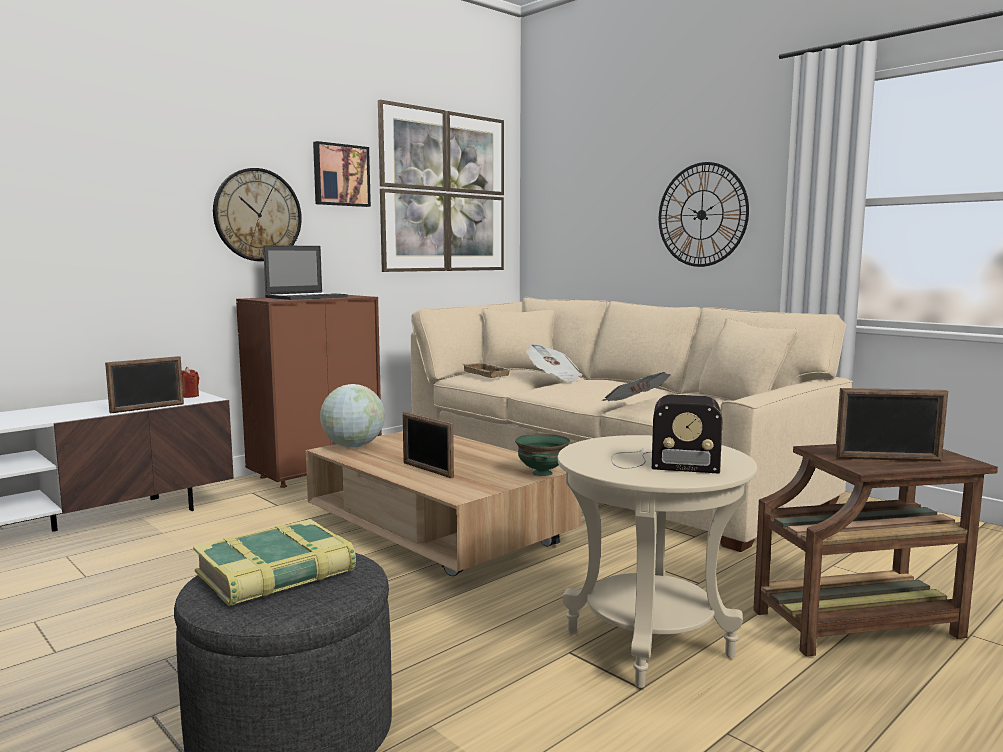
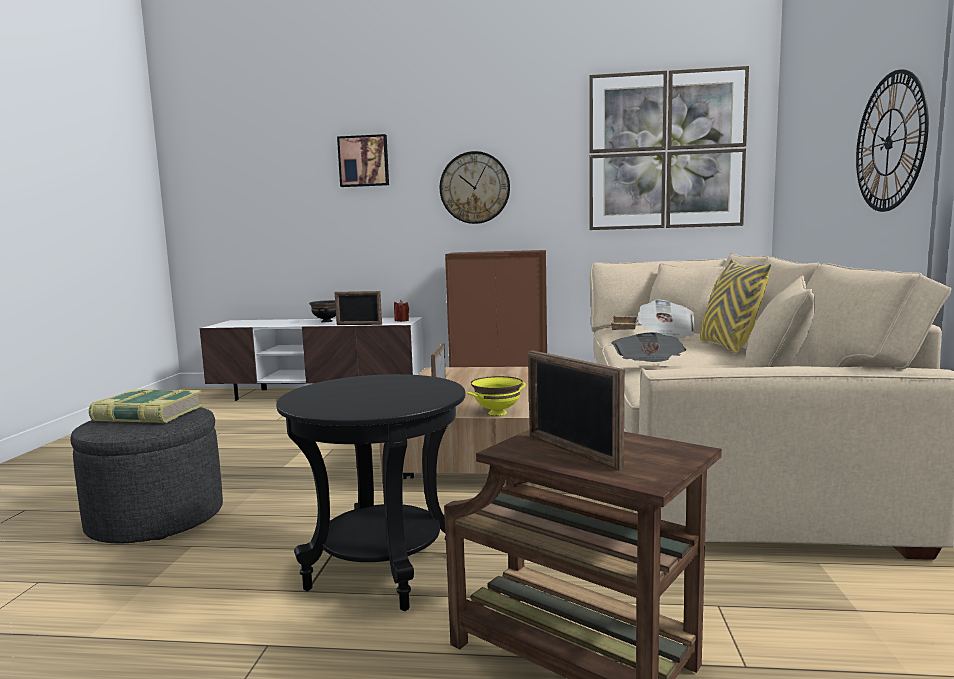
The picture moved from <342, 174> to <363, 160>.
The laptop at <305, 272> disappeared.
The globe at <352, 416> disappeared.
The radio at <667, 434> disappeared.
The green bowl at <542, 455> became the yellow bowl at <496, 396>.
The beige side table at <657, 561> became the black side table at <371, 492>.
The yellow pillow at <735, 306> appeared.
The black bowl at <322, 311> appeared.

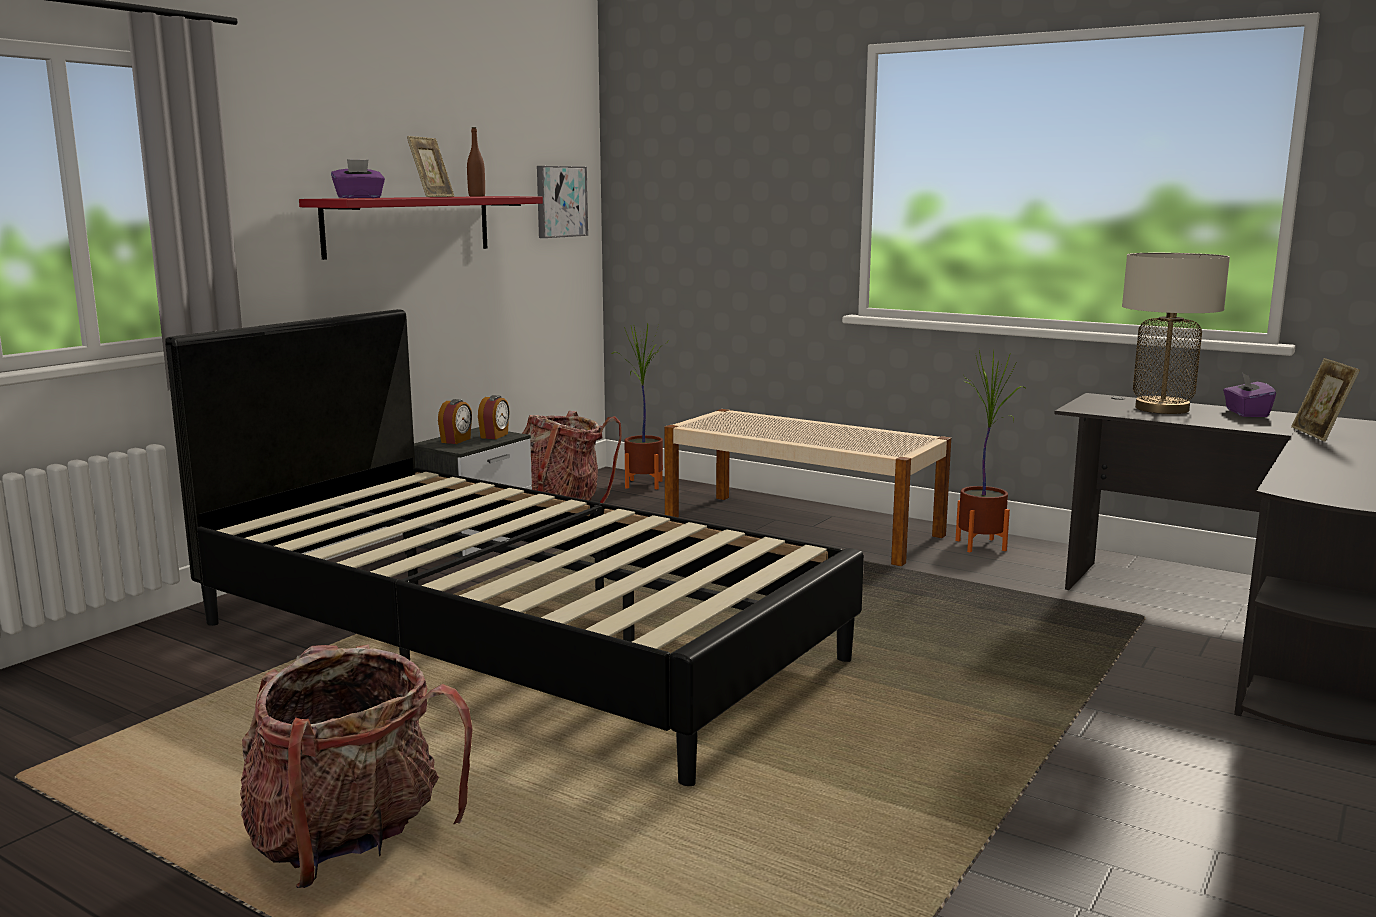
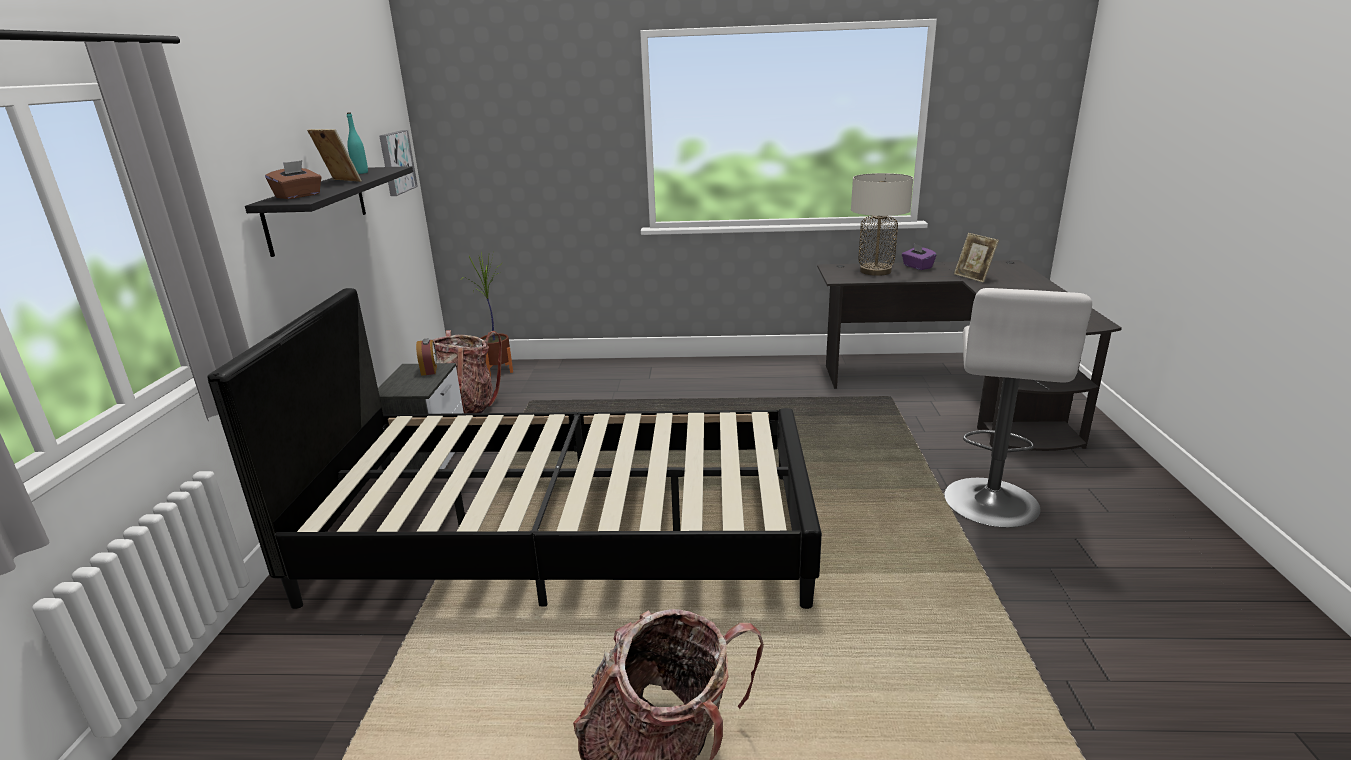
The brown bottle at <476, 161> became the turquoise bottle at <357, 143>.
The picture frame at <430, 166> turned 45 degrees counterclockwise.
The purple tissue box at <358, 178> became the brown tissue box at <293, 179>.
The red shelf at <421, 228> became the black shelf at <329, 211>.
The potted plant at <990, 451> disappeared.
The alarm clock at <455, 421> disappeared.
The beige bench at <807, 487> disappeared.
The white stool at <1018, 408> appeared.

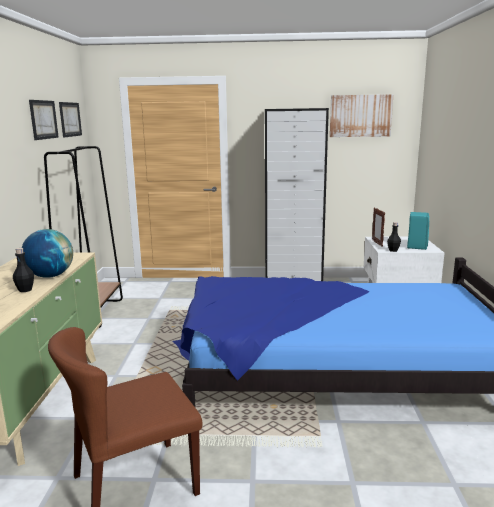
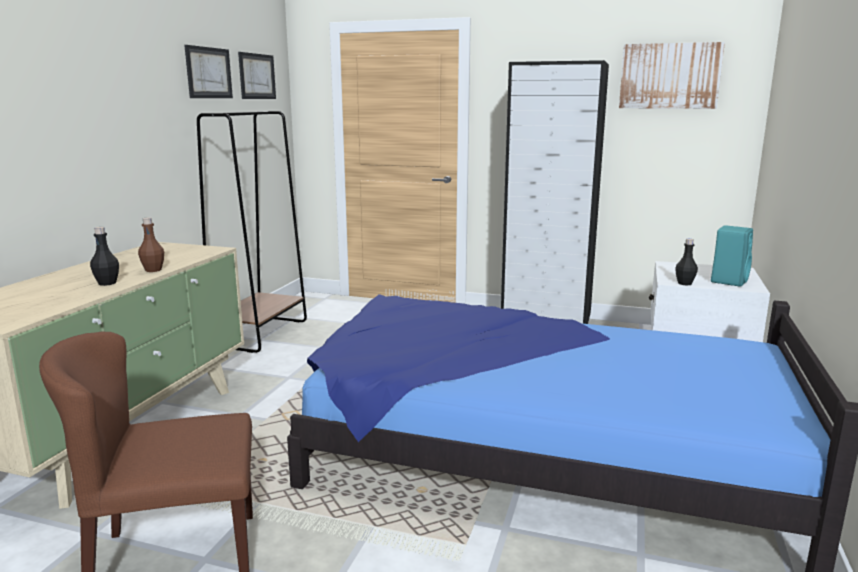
The picture frame at <378, 227> disappeared.
The globe at <47, 253> was replaced by the brown bottle at <151, 244>.

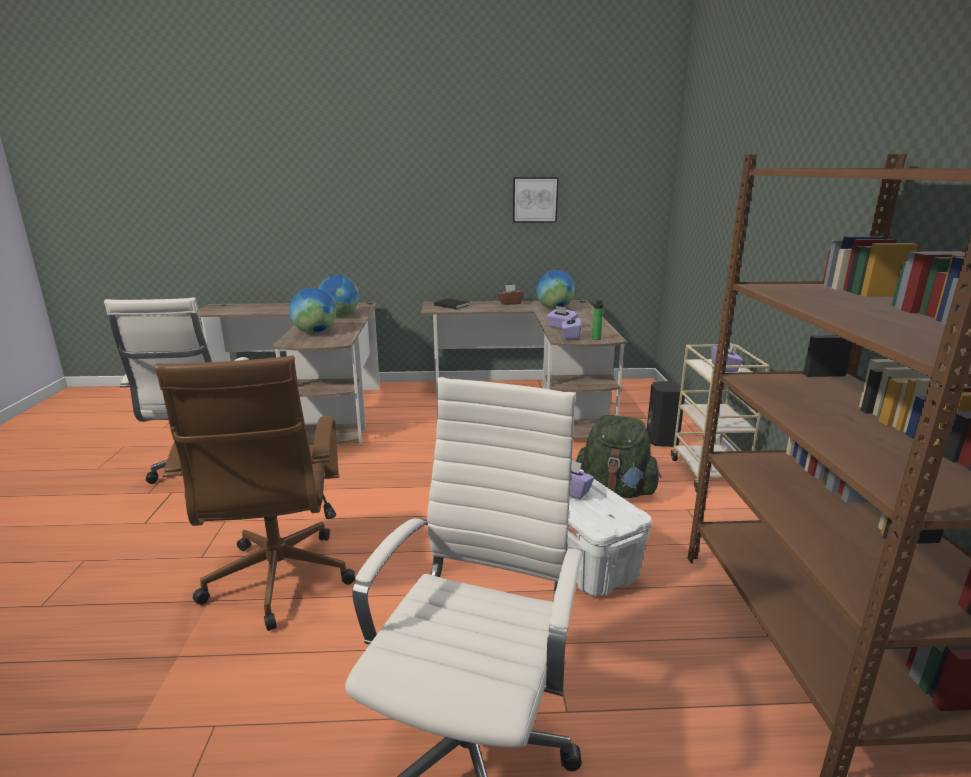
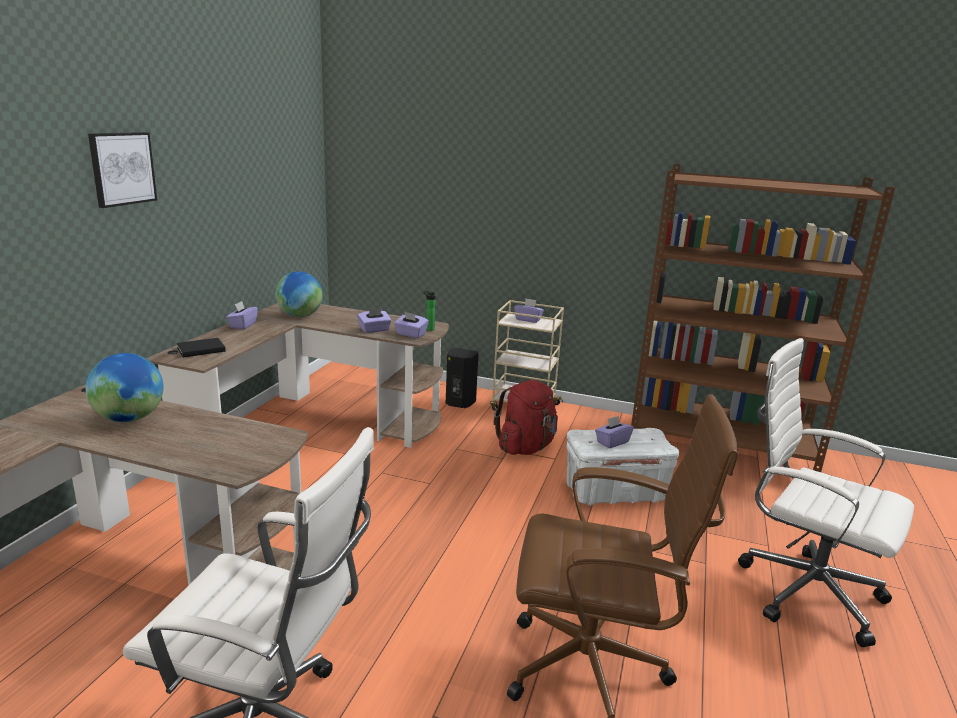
The picture moved from <536, 200> to <122, 170>.
The brown tissue box at <511, 295> became the purple tissue box at <242, 315>.
The globe at <312, 311> disappeared.
The green backpack at <619, 456> became the red backpack at <526, 417>.

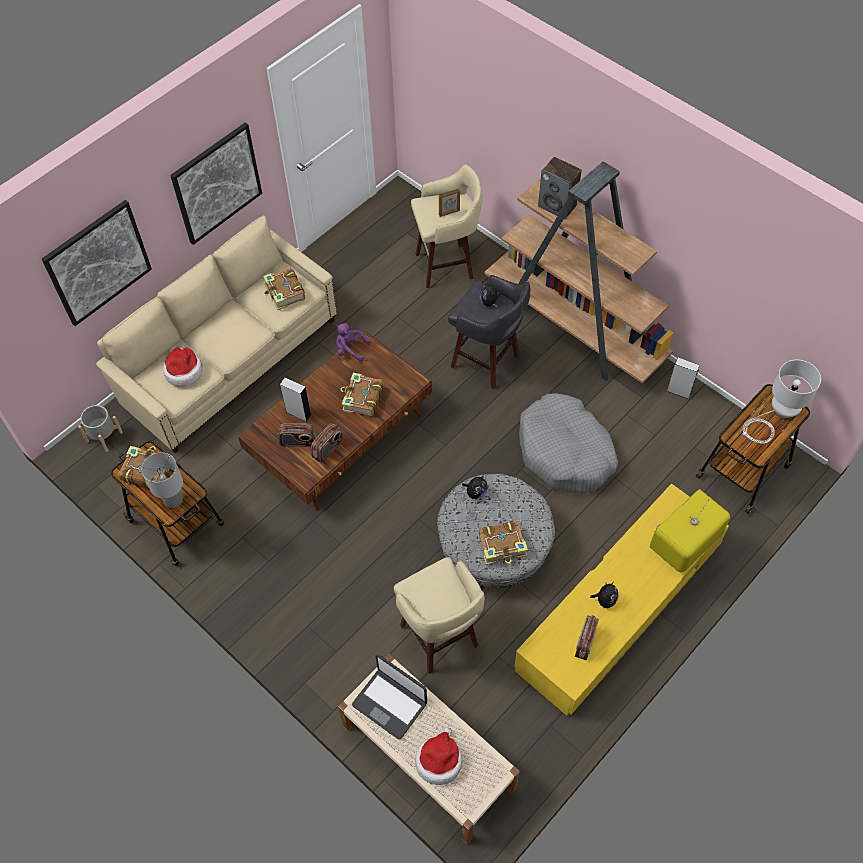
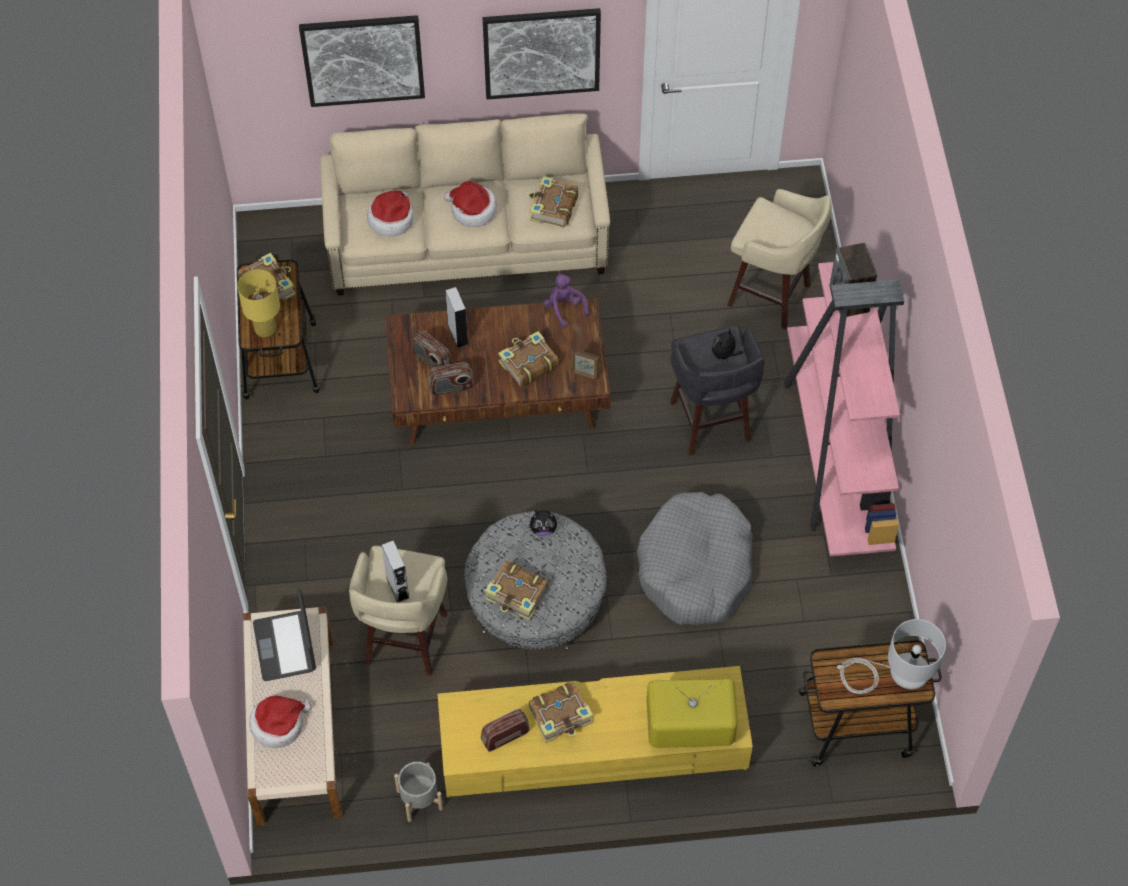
The brown bookcase at <578, 272> became the pink bookcase at <844, 409>.
The picture frame moved from <449, 203> to <585, 364>.
The grey speaker moved from <683, 378> to <395, 571>.
The grey planter moved from <100, 428> to <418, 792>.
The grey table lamp at <162, 480> became the yellow table lamp at <258, 303>.
The plush toy at <604, 595> was replaced by the book at <561, 712>.
The hat at <470, 204> appeared.

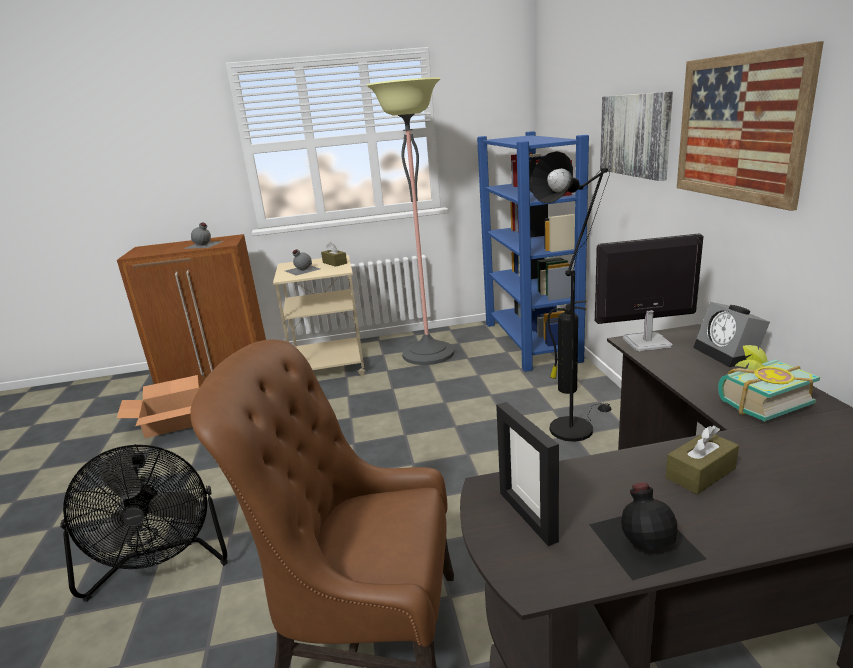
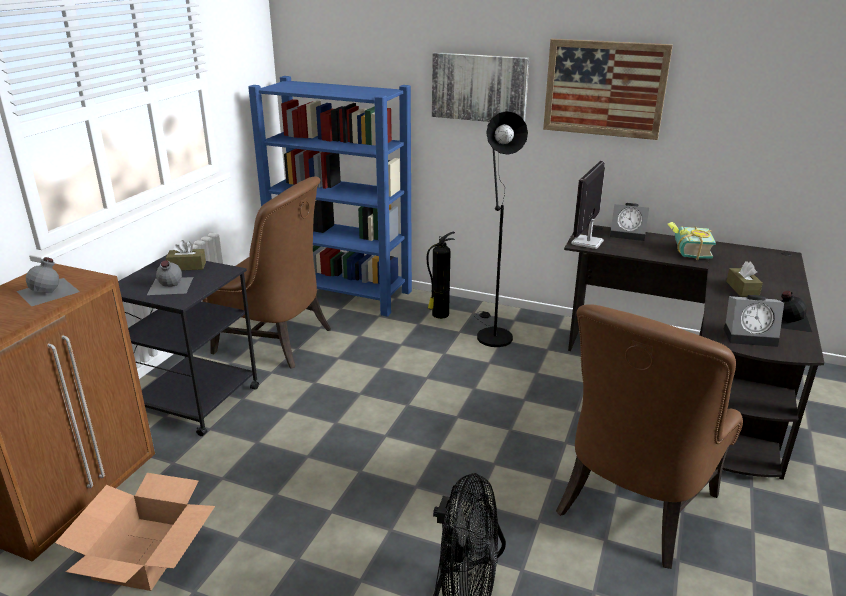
The floor lamp at <410, 221> was replaced by the brown chair at <266, 273>.
The beige cart at <319, 315> became the black cart at <188, 345>.
The picture frame at <527, 474> was replaced by the alarm clock at <754, 321>.

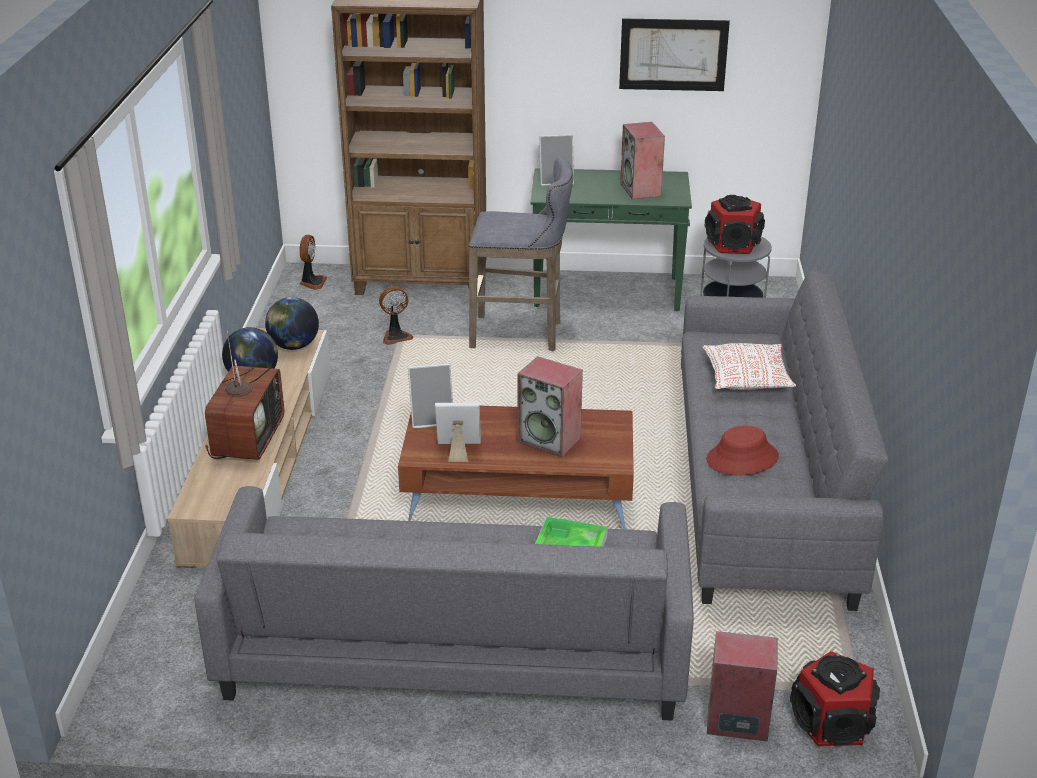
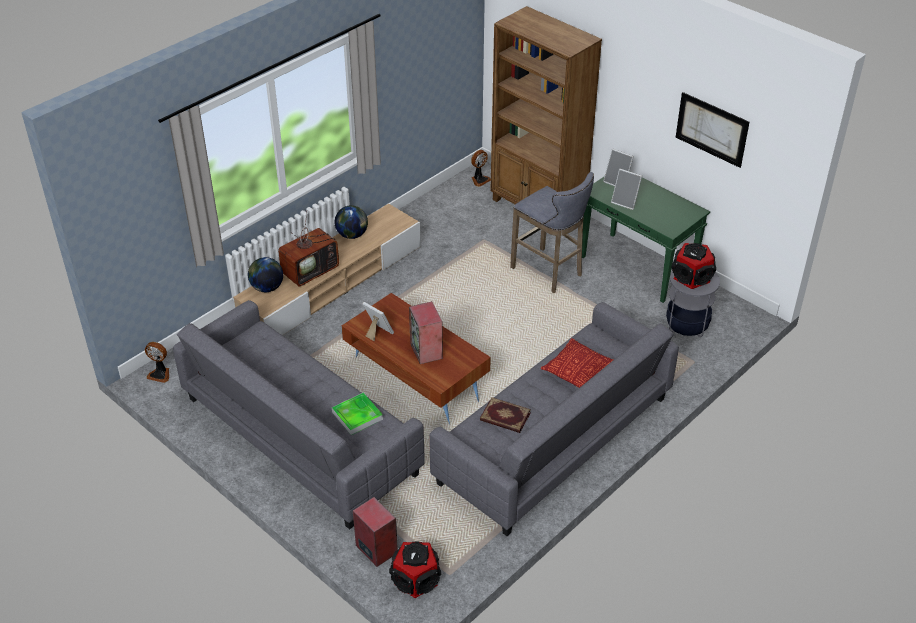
The speaker at <642, 160> disappeared.
The fan moved from <396, 315> to <157, 362>.
The globe moved from <292, 323> to <265, 274>.
The white pillow at <749, 366> became the red pillow at <577, 363>.
The picture frame moved from <430, 396> to <626, 189>.
The red hat at <742, 450> was replaced by the book at <505, 415>.

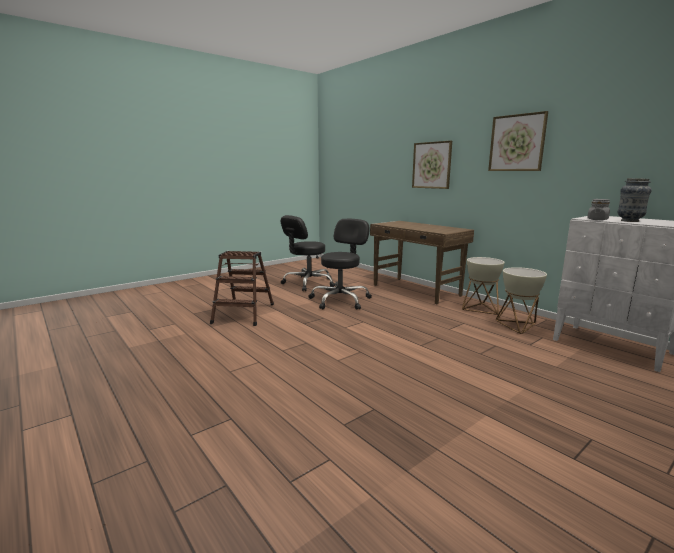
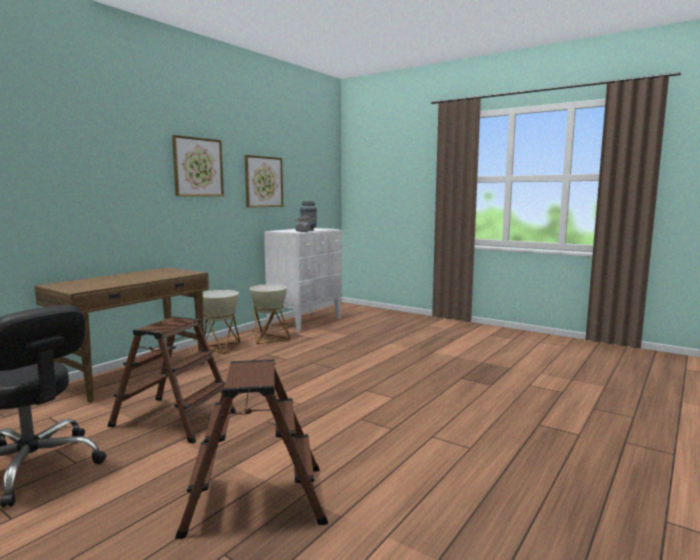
The picture moved from <432, 165> to <263, 181>.
The black office chair at <340, 264> was replaced by the brown step ladder at <171, 379>.

